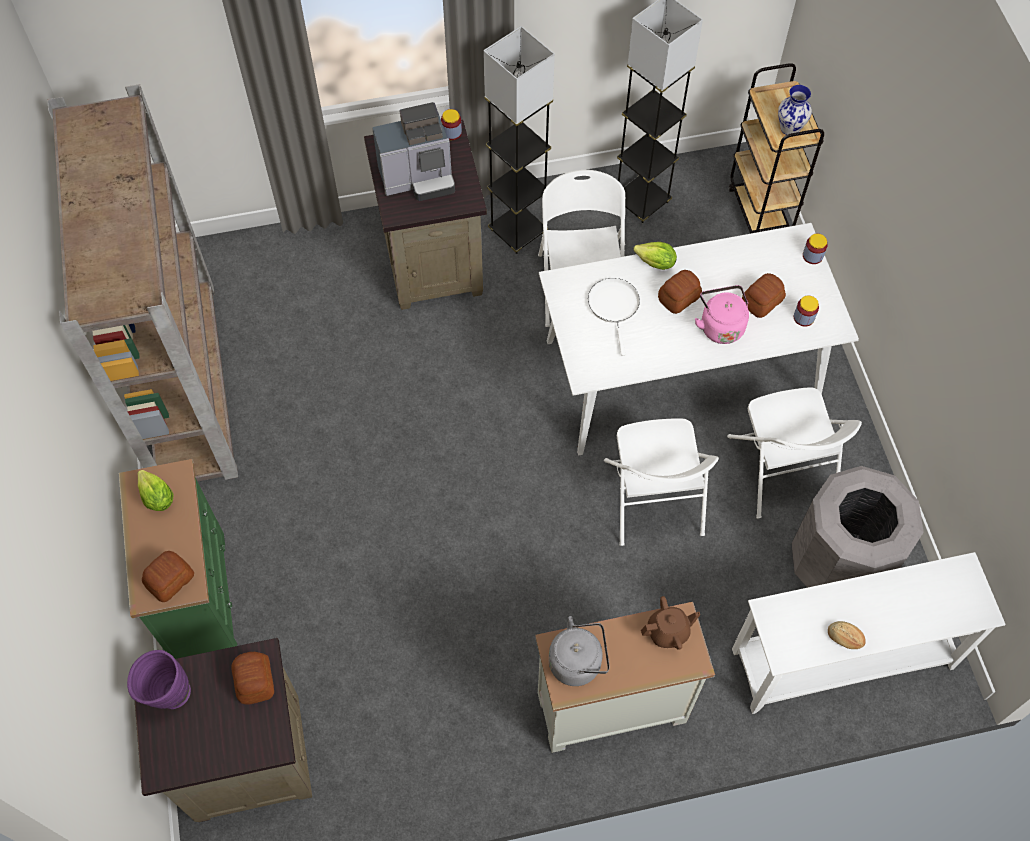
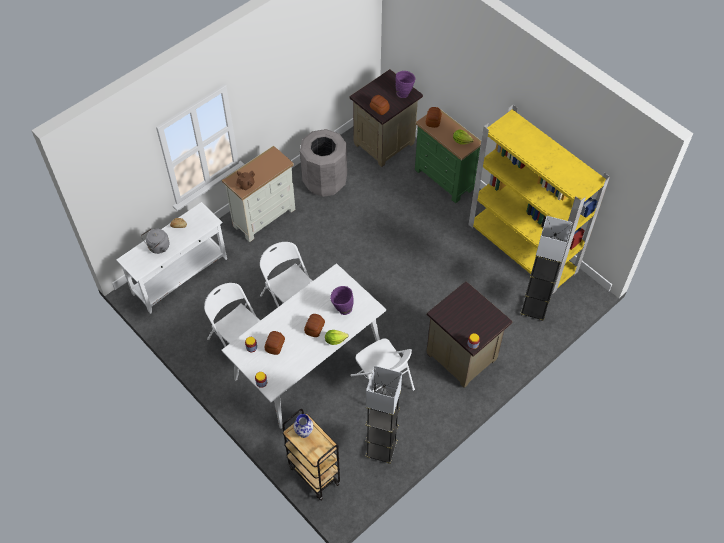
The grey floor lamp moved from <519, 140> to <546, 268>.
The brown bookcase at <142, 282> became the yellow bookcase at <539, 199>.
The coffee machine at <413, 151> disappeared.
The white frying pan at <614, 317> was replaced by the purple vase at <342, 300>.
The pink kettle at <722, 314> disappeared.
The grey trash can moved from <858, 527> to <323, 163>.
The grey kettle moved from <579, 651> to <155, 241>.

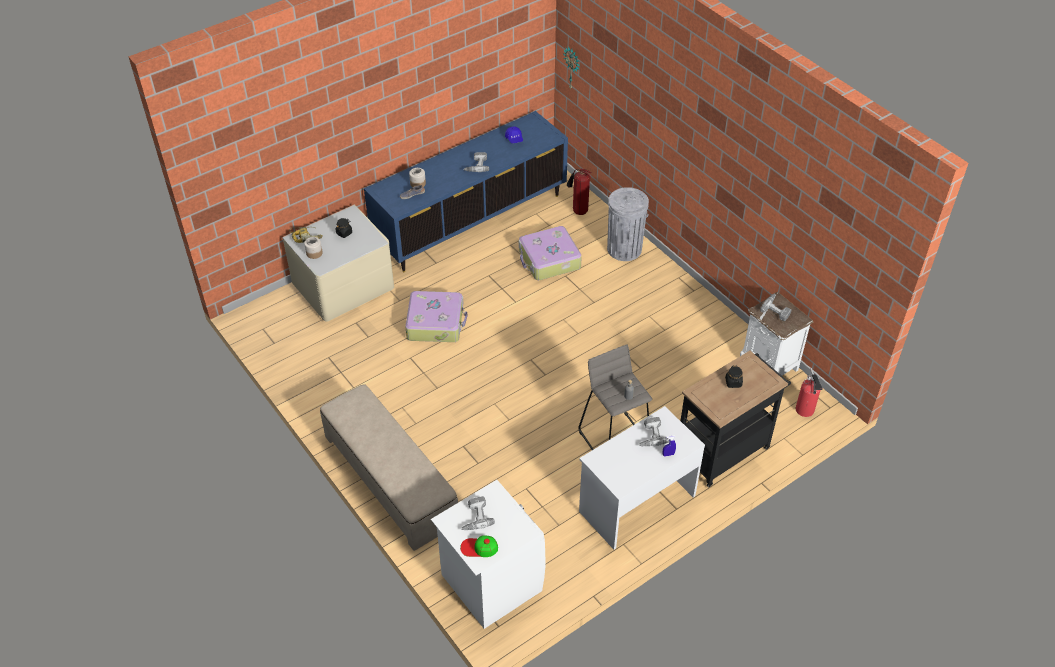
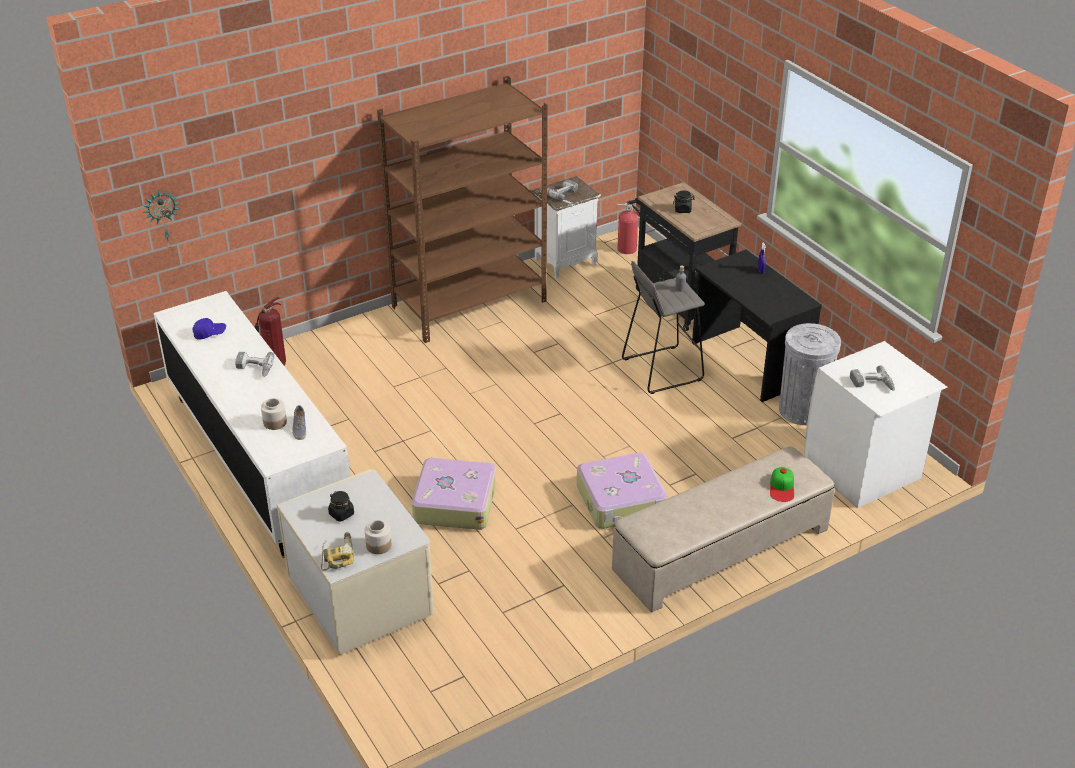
The blue cabinet at <466, 191> became the white cabinet at <252, 424>.
The grey trash can moved from <628, 224> to <810, 374>.
The suitcase moved from <550, 253> to <622, 491>.
The white desk at <642, 478> became the black desk at <757, 326>.
The power drill at <654, 431> disappeared.
The cap moved from <479, 546> to <782, 484>.
The brown bookcase at <462, 209> appeared.

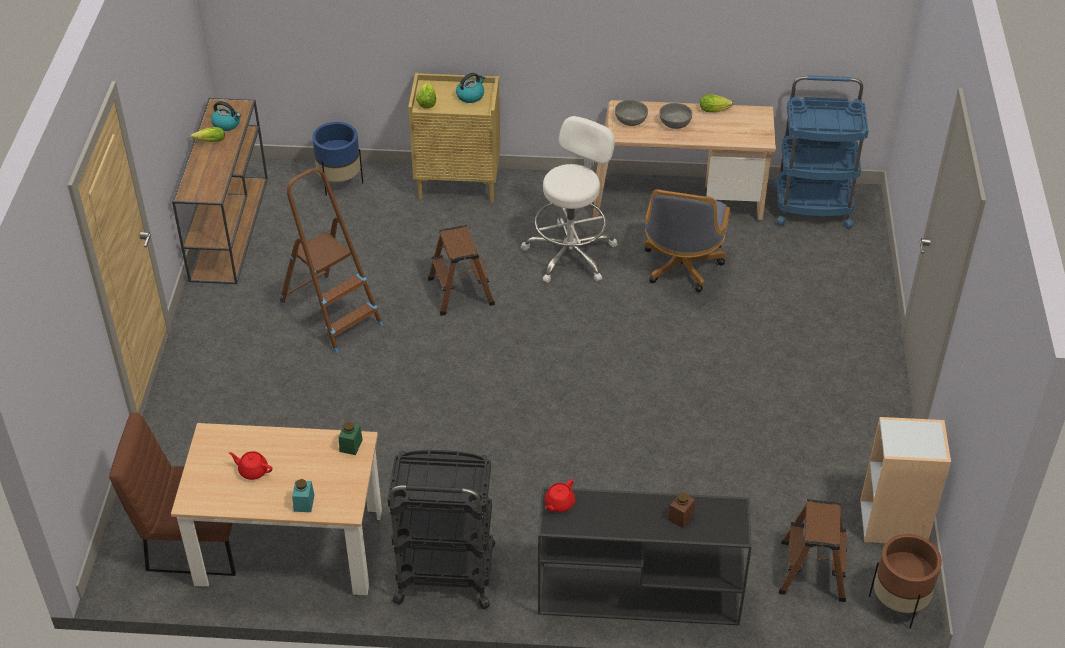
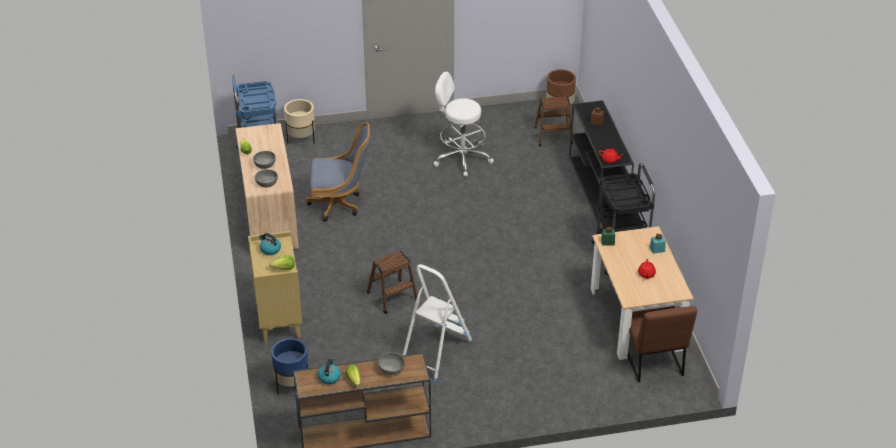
The white stool moved from <569, 199> to <463, 124>.
The brown step ladder at <331, 260> became the white step ladder at <437, 323>.
The bookcase at <905, 480> disappeared.
The beige planter at <299, 121> appeared.
The grey bowl at <391, 363> appeared.

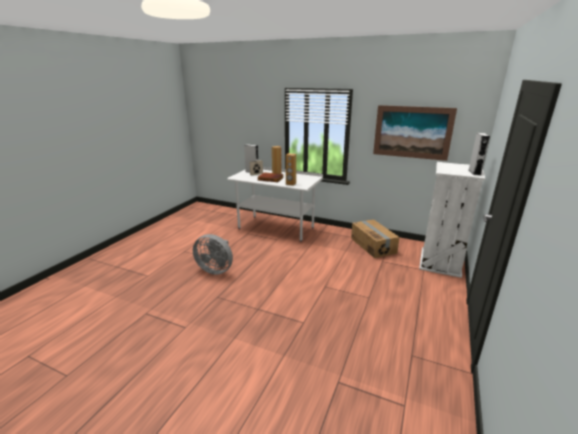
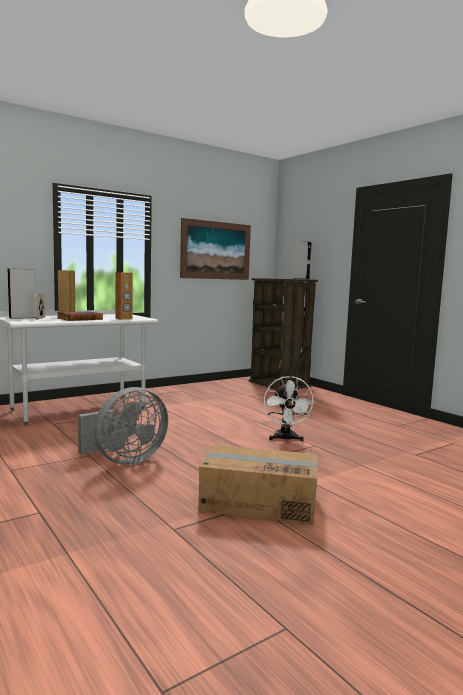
The white bookcase at <452, 220> became the brown bookcase at <283, 334>.
The cardboard box moved from <375, 239> to <258, 484>.
The white fan at <289, 408> appeared.

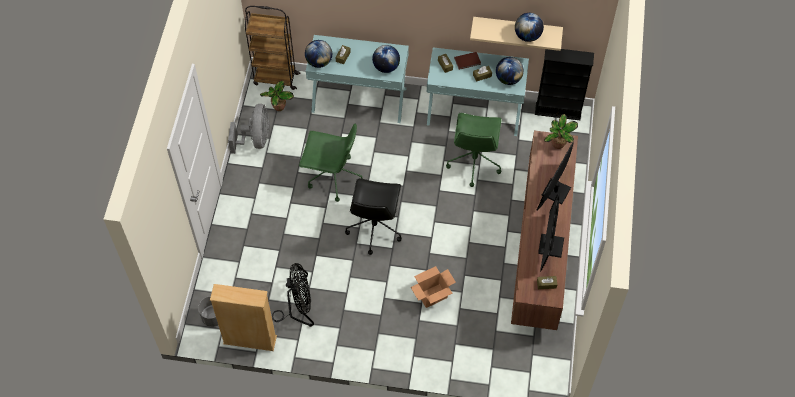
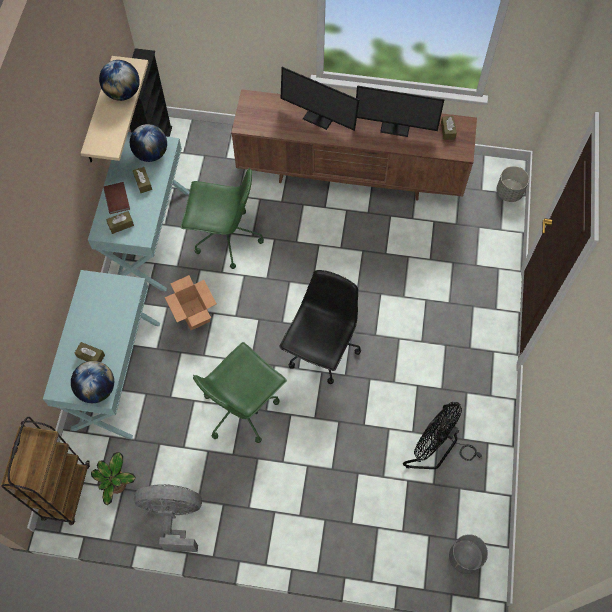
The globe at <386, 59> disappeared.
The potted plant at <561, 131> disappeared.
The green office chair at <331, 163> turned 150 degrees counterclockwise.
The black office chair at <373, 216> turned 75 degrees counterclockwise.
The black fan at <293, 295> turned 45 degrees counterclockwise.
The cardboard box moved from <433, 287> to <191, 302>.
The beige bookcase at <243, 317> disappeared.
The grey planter at <512, 184> appeared.

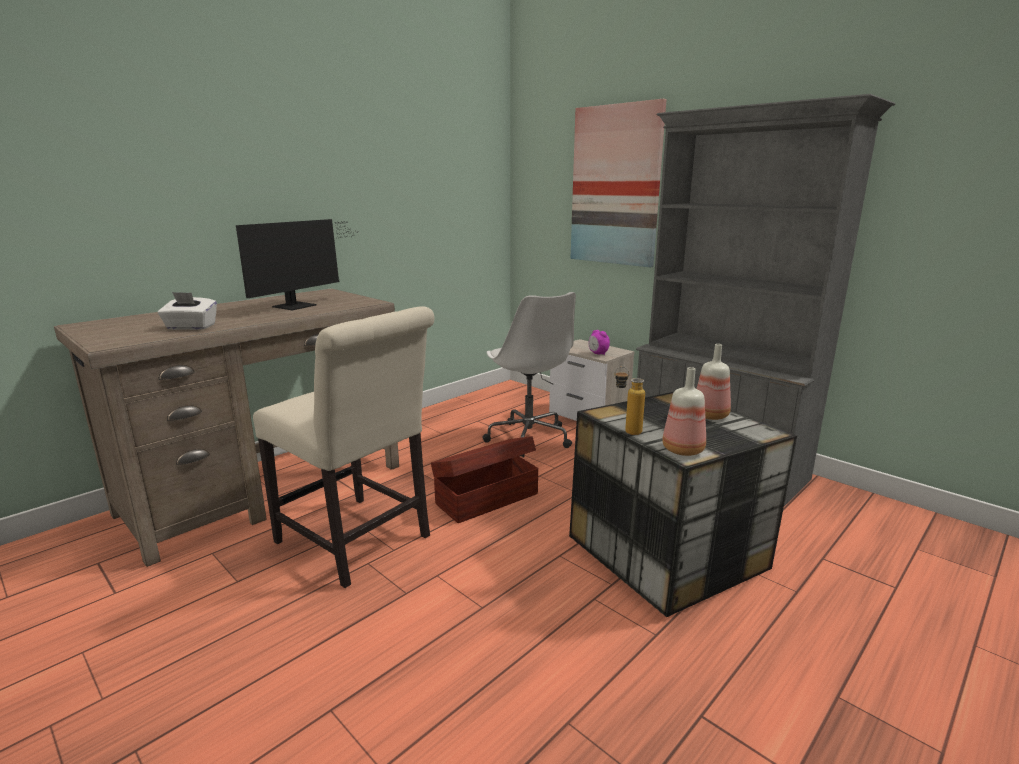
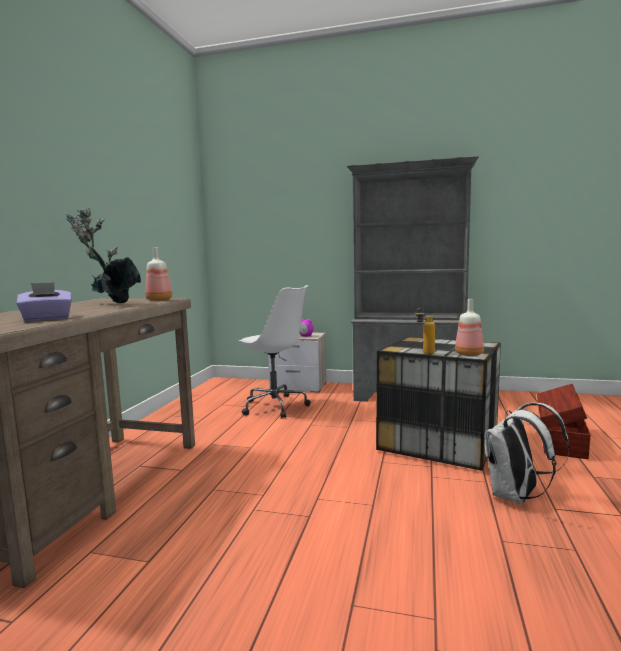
The picture at <618, 183> disappeared.
The monitor at <295, 265> was replaced by the potted plant at <103, 255>.
The white tissue box at <187, 311> became the purple tissue box at <44, 301>.
The beige chair at <343, 447> disappeared.
The bottle moved from <714, 382> to <158, 274>.
The brown storage box moved from <484, 479> to <564, 421>.
The white backpack at <527, 453> appeared.

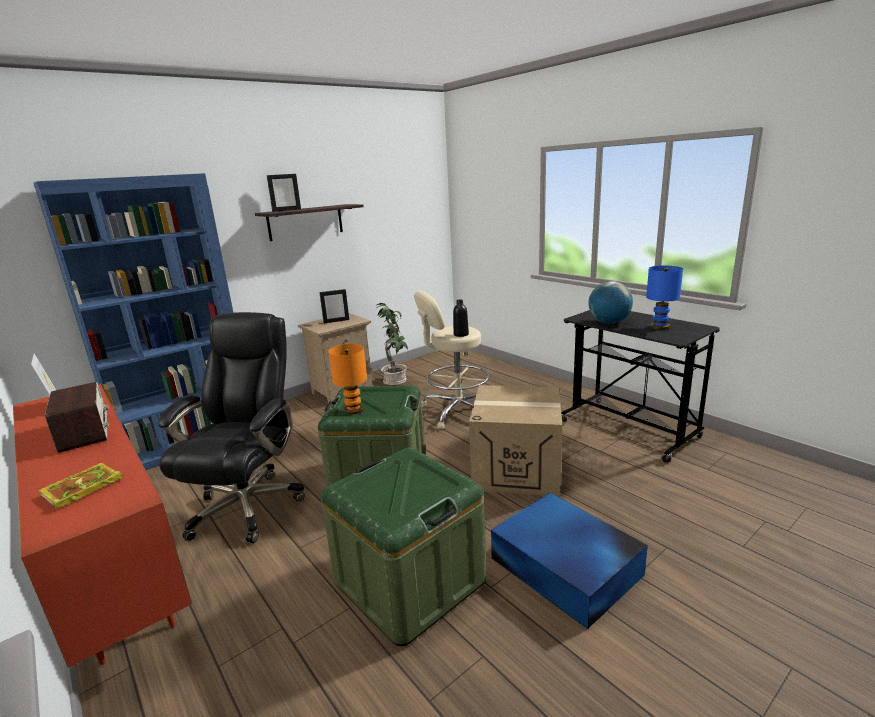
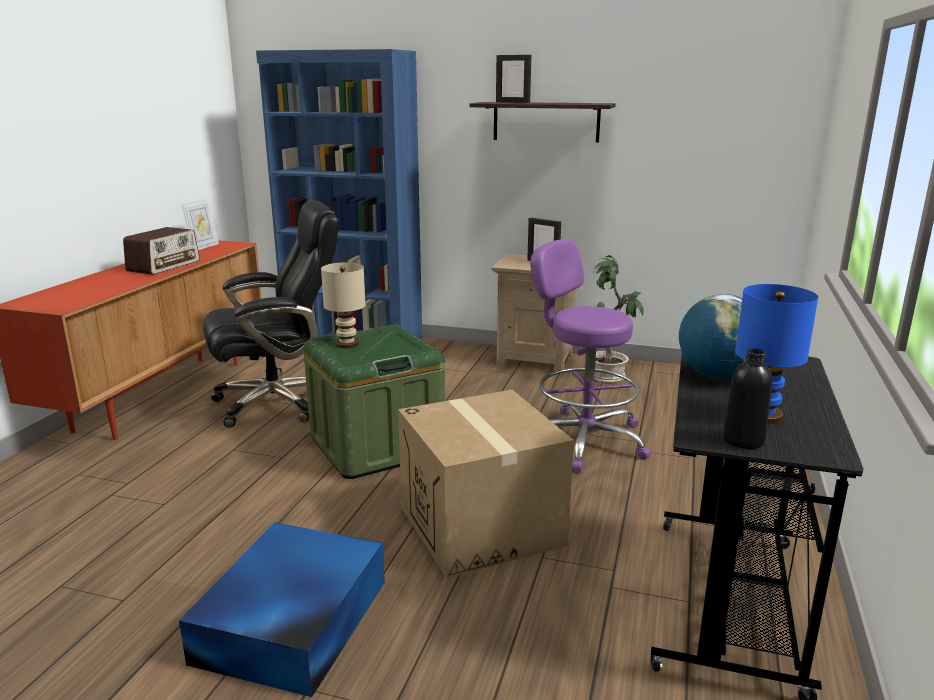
The beige stool at <451, 360> became the purple stool at <590, 355>.
The black bottle moved from <461, 318> to <747, 398>.
The orange table lamp at <347, 379> became the beige table lamp at <343, 305>.
The green storage box at <403, 546> disappeared.
The book at <81, 486> disappeared.

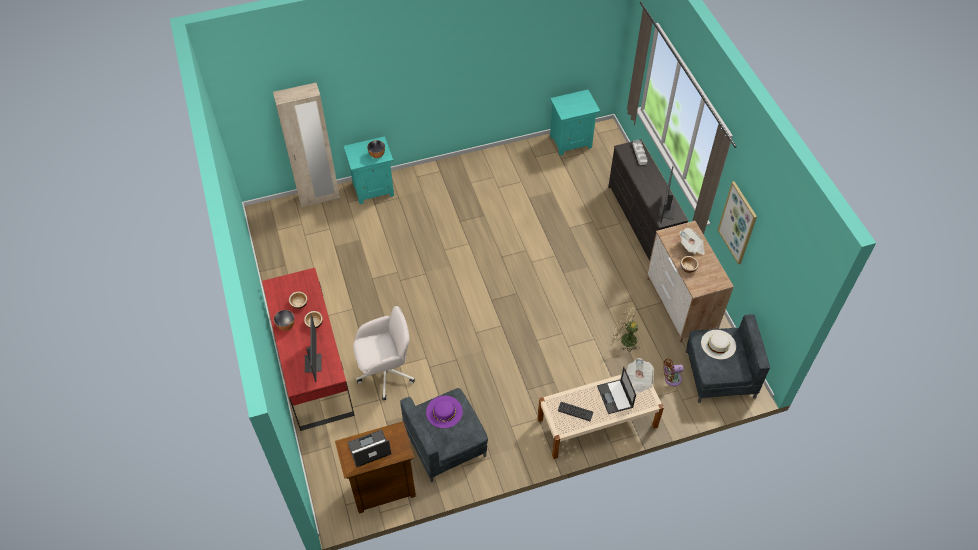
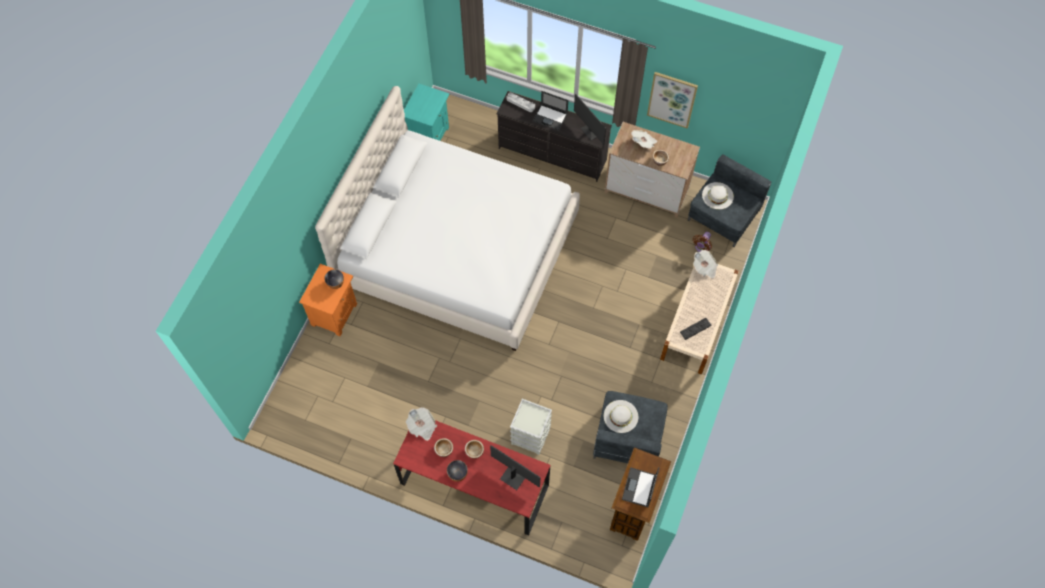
The beige wardrobe at <306, 145> disappeared.
The turquoise nightstand at <369, 170> became the orange nightstand at <328, 300>.
The white office chair at <384, 353> was replaced by the grey storage box at <531, 427>.
The beige fan at <626, 329> disappeared.
The laptop moved from <616, 390> to <550, 111>.
The purple hat at <444, 412> became the white hat at <621, 416>.
The white bed at <447, 218> appeared.
The newspaper at <421, 424> appeared.

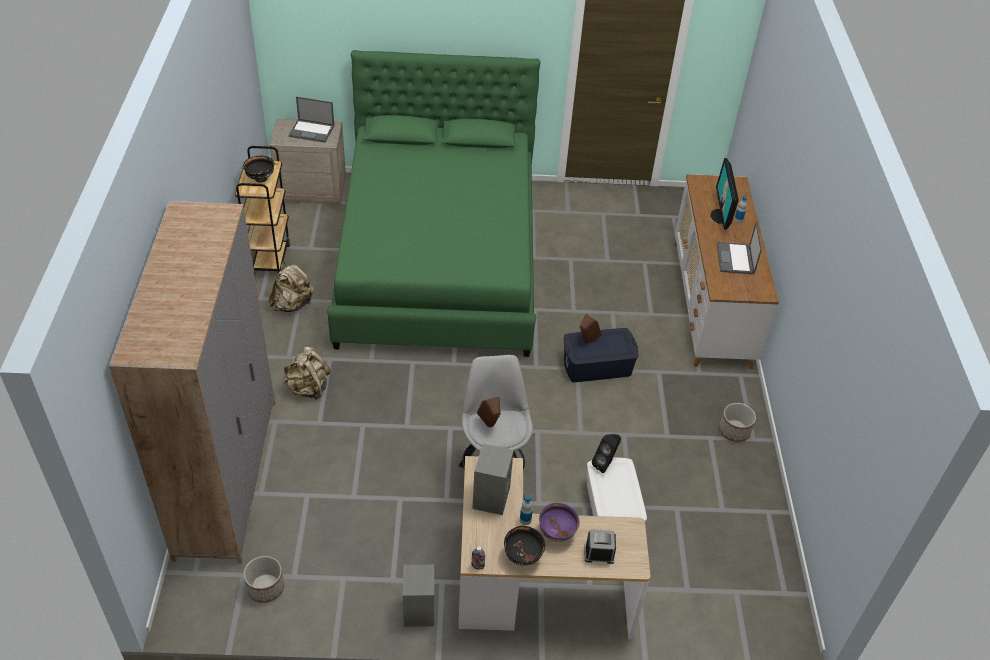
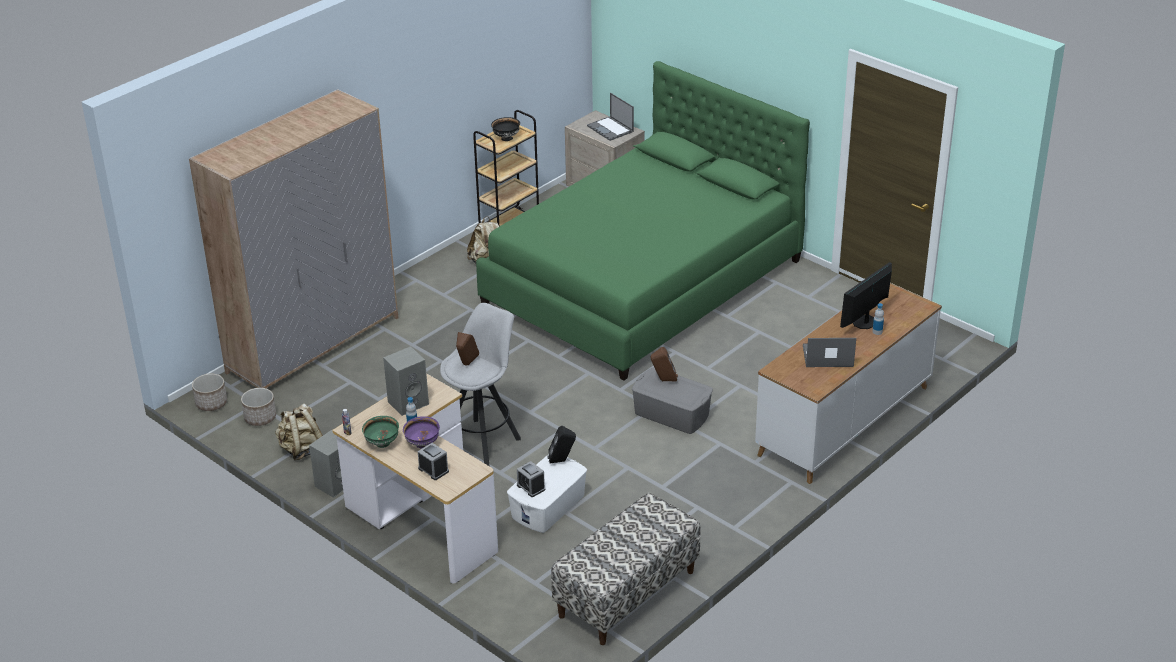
The laptop at <739, 248> turned 45 degrees clockwise.
The blue storage box at <601, 355> became the grey storage box at <672, 401>.
The beige backpack moved from <307, 373> to <299, 431>.
The planter moved from <737, 422> to <209, 392>.
The black bowl at <524, 546> became the green bowl at <380, 432>.
The alarm clock at <531, 479> appeared.
The bench at <626, 569> appeared.

